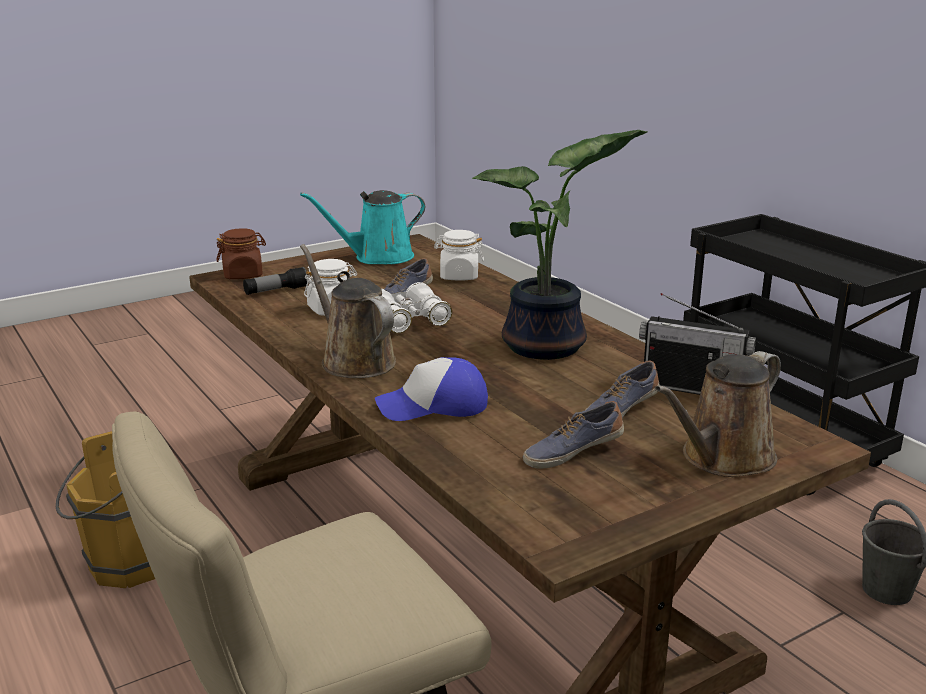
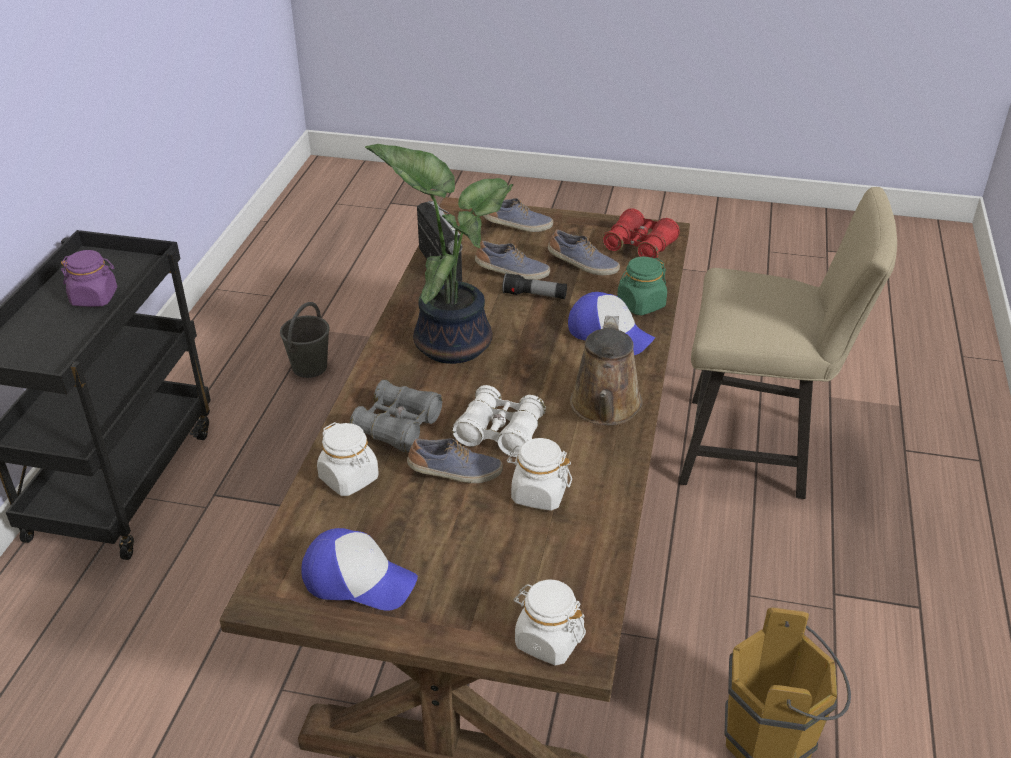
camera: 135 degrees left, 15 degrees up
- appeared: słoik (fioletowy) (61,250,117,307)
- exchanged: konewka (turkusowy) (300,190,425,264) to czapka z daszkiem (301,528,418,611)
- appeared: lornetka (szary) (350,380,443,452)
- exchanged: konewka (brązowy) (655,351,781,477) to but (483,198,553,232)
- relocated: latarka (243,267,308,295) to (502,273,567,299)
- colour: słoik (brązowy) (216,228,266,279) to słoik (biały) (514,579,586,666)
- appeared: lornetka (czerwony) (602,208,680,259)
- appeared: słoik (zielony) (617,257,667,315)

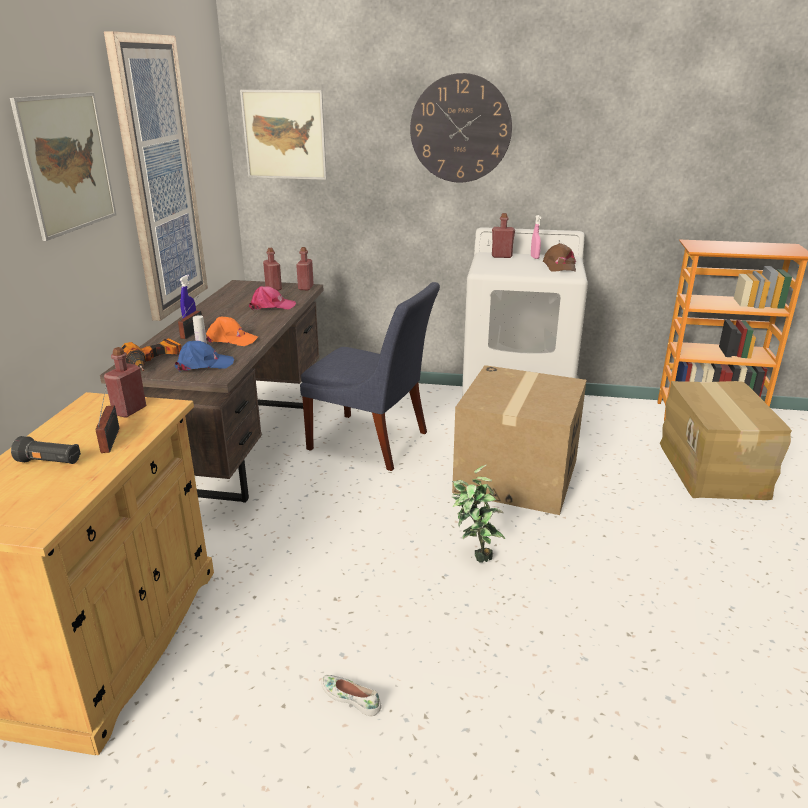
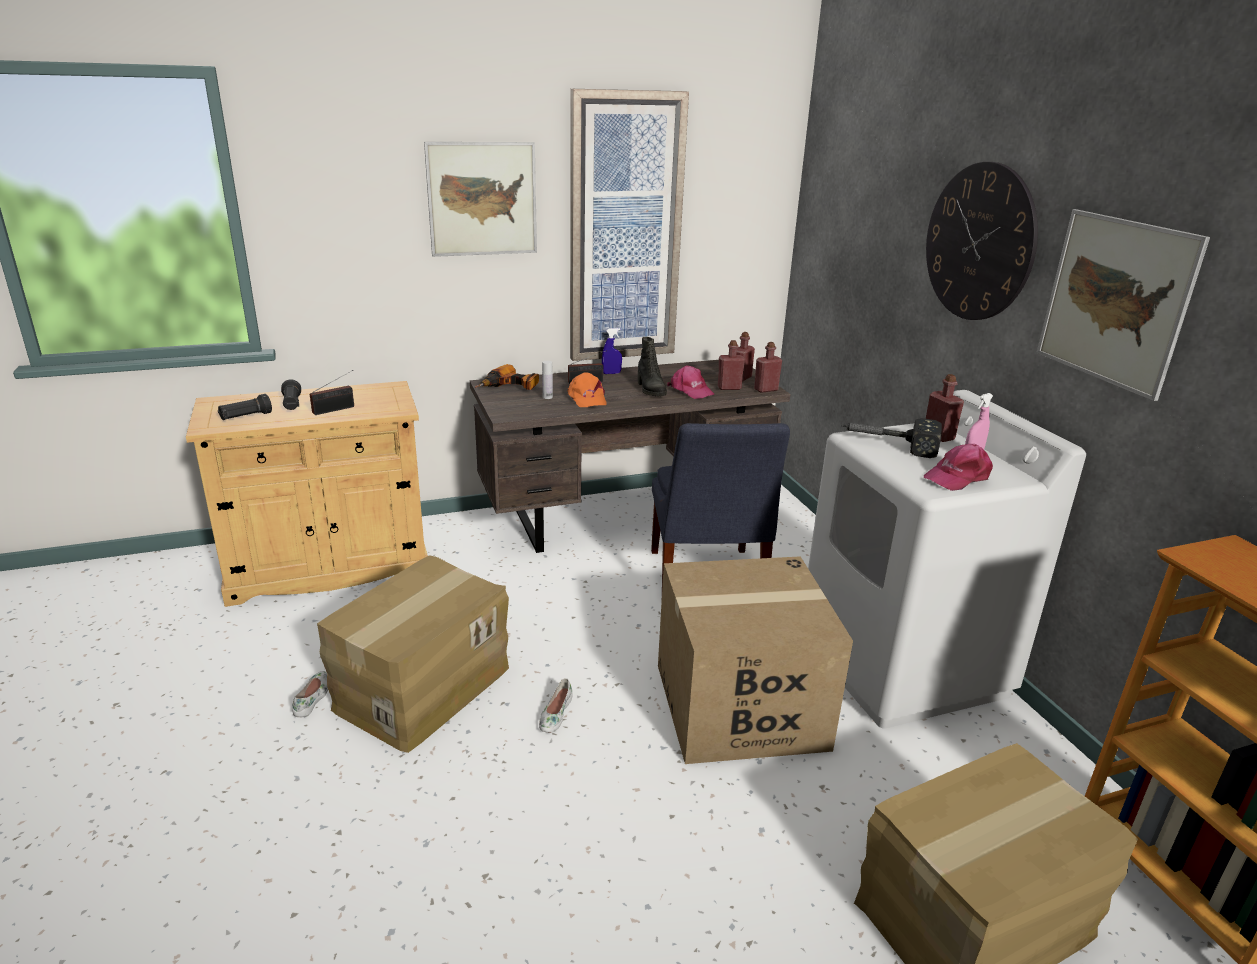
camera: 60 degrees right, 0 degrees up
- appeared: latarka (czarny) (218,394,272,420)
- appeared: karton (317,555,509,753)
- exchanged: roślina doniczkowa (452,464,505,563) to but (biały) (539,678,573,733)
- appeared: but z cholewką (czarny) (638,337,667,396)
- relocated: butelka (czerwony) (104,347,146,418) to (718,340,745,390)
- appeared: młotek (841,418,942,458)
- colour: czapka z daszkiem (brązowy) (543,243,576,271) to czapka z daszkiem (różowy) (924,444,993,491)
- relocated: obraz (240,90,327,180) to (1037,209,1210,401)
- missing: czapka z daszkiem (niebieski) (175,341,234,372)

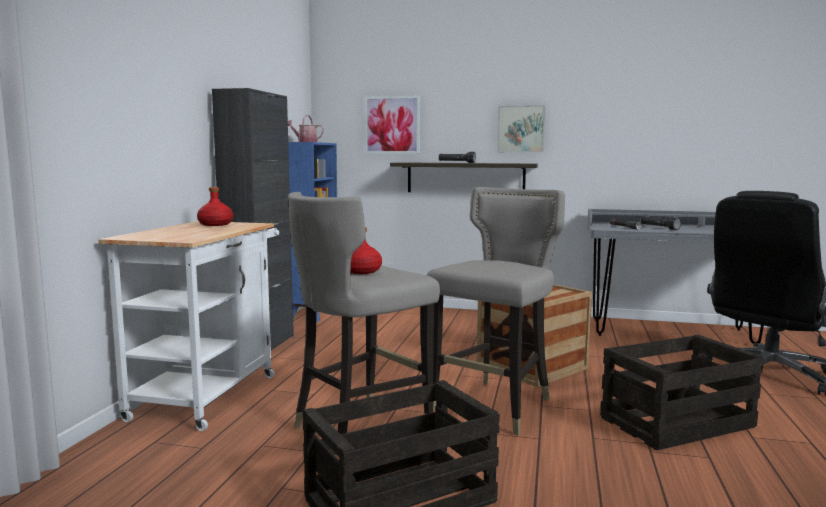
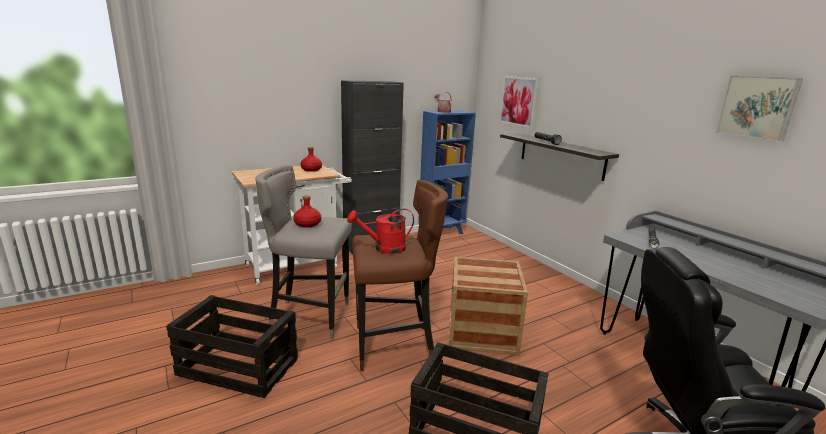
camera: 45 degrees right, 10 degrees up
- appeared: konewka (czerwony) (347,208,414,254)
- colour: stołek (szary) (427,187,565,435) to stołek (brązowy) (352,180,448,371)
- relocated: obraz (497,105,545,152) to (716,75,803,142)
- missing: latarka (czarny) (640,217,681,230)

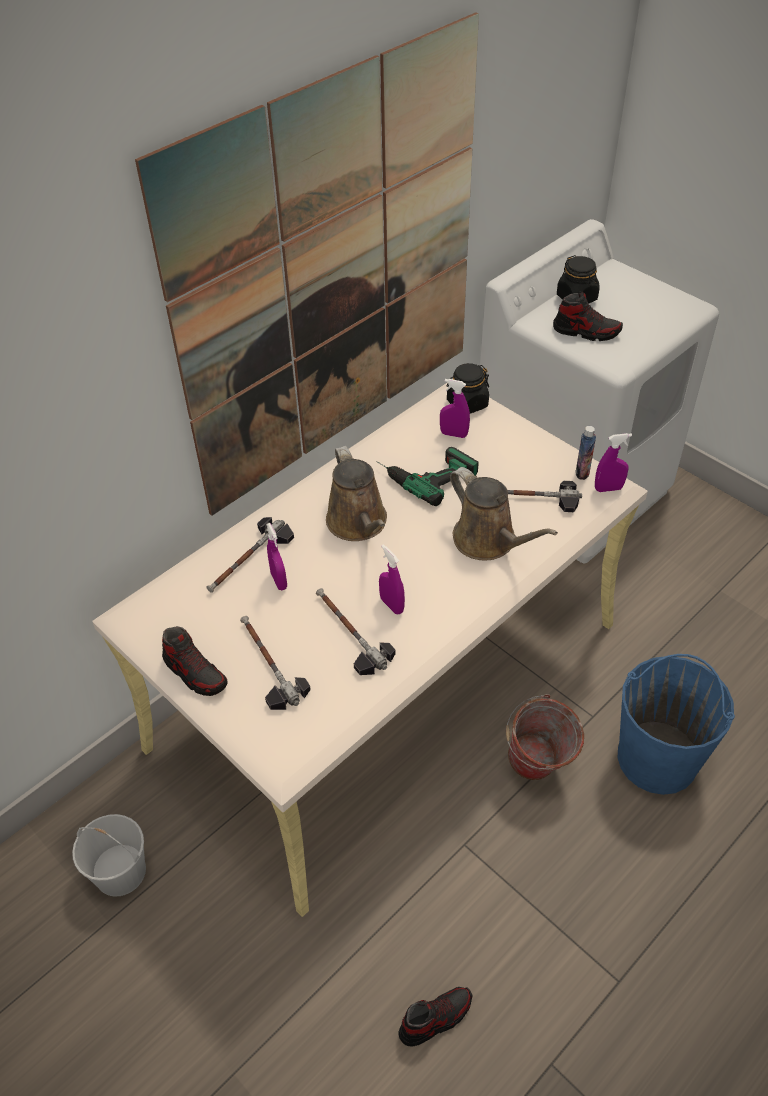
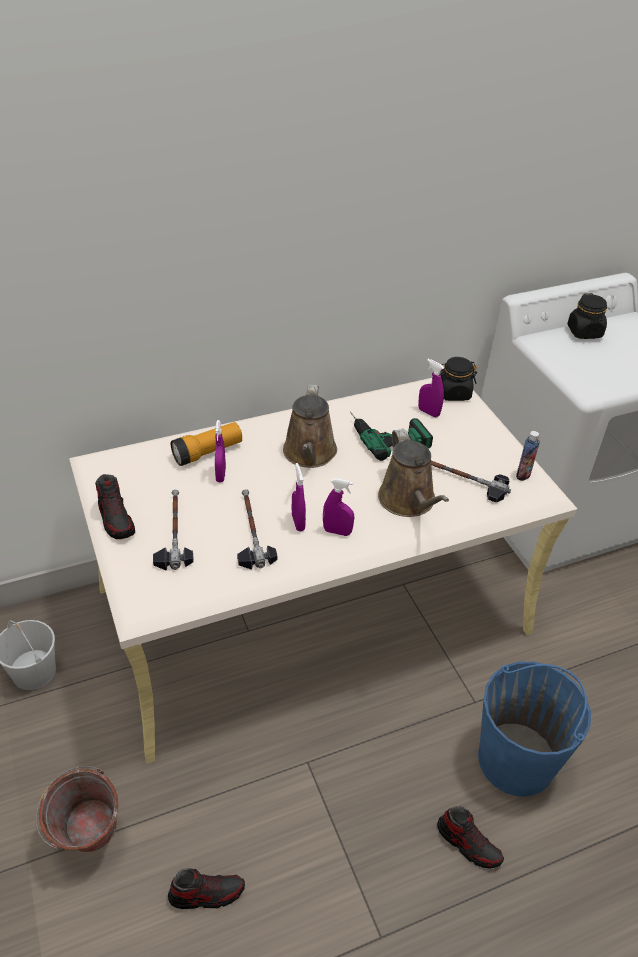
camera: 20 degrees right, 5 degrees down
- relocated: wiadro (506,694,584,780) to (36,766,118,852)
- exchanged: młotek (207,517,294,593) to latarka (171,422,242,466)
- relocated: spryskiwacz (fioletowy) (595,433,632,492) to (323,478,354,536)
- relocated: but (553,291,623,341) to (437,806,504,869)
- missing: obraz (135,12,479,516)

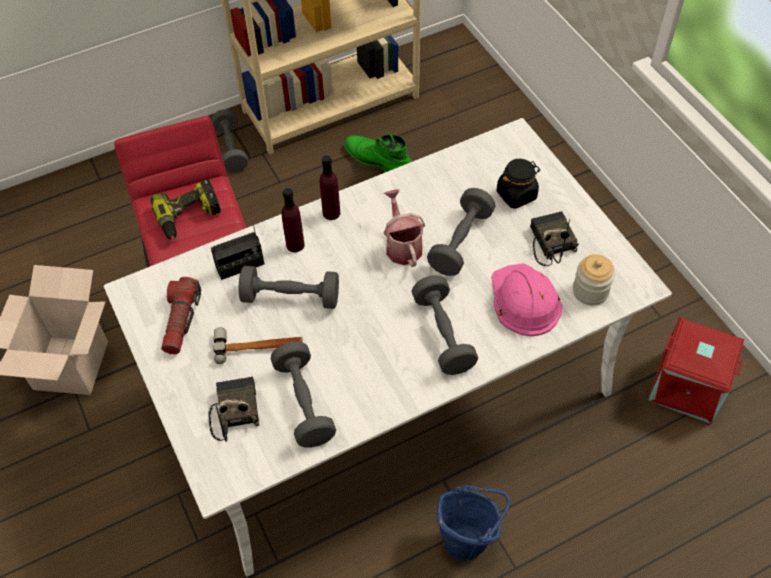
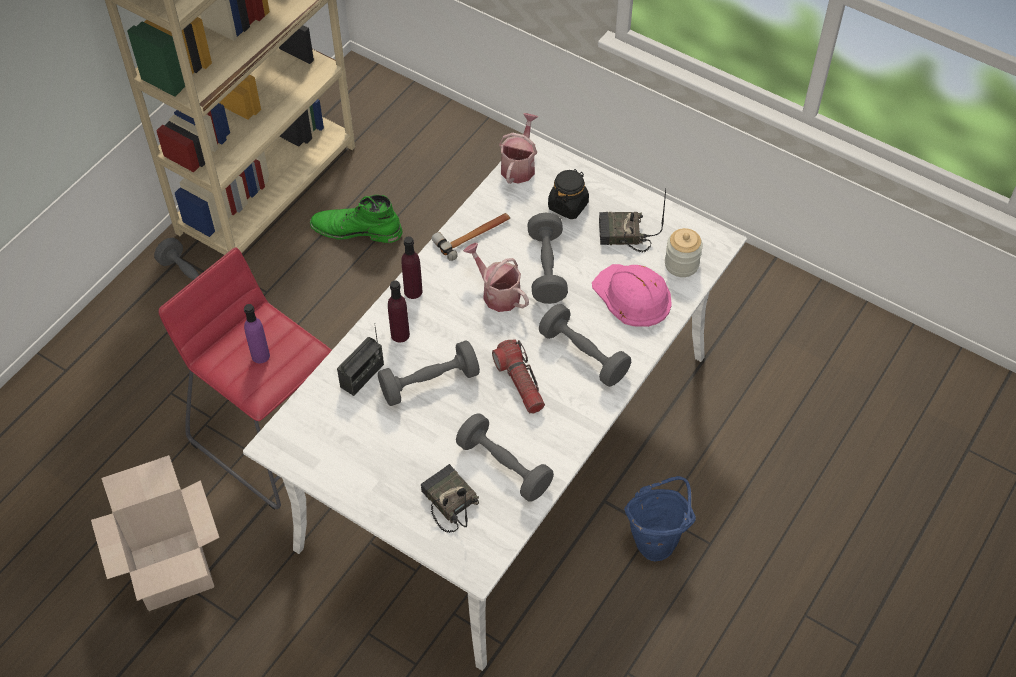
camera: 30 degrees left, 0 degrees up
- exchanged: wiertarka (150,179,221,239) to butelka (fioletowy) (244,304,270,364)
- relocated: młotek (214,328,303,364) to (431,213,510,261)
- relocated: latarka (161,277,201,354) to (492,340,545,414)
- appeared: konewka (499,113,538,184)
- spun: radio (530,211,579,266) = (599,188,666,252) 45 degrees counterclockwise
- missing: pojemnik do przechowywania (czerwony) (648,317,744,424)

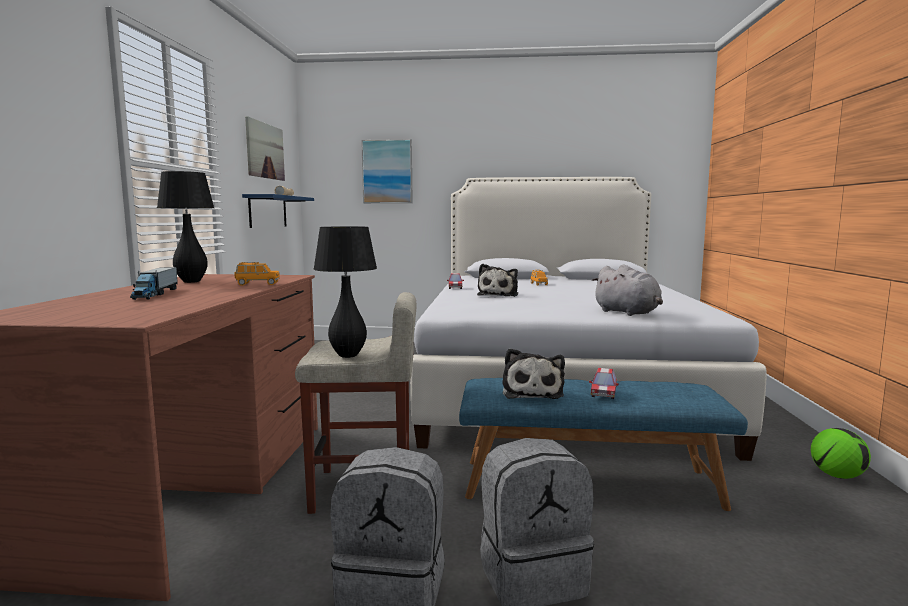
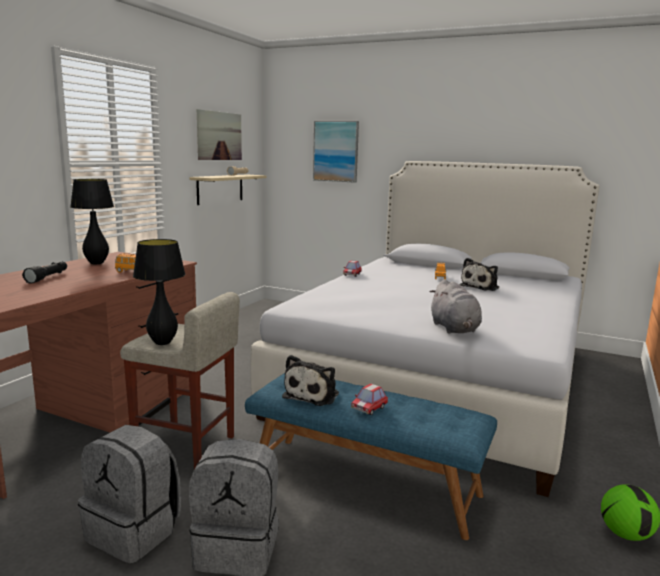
camera: 20 degrees right, 5 degrees up
- exchanged: ciężarówka zabawkowa (130,267,178,300) to latarka (czarny) (22,262,67,284)
- colour: półka (niebieski) (242,194,314,228) to półka (beżowy) (189,174,267,205)
- relocated: pluszak (477,264,518,297) to (460,258,499,291)

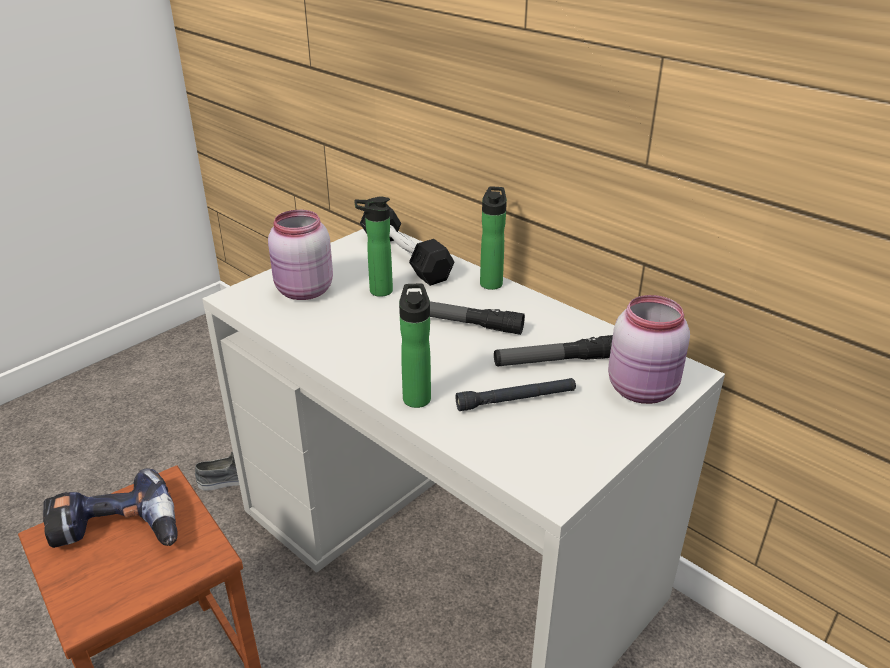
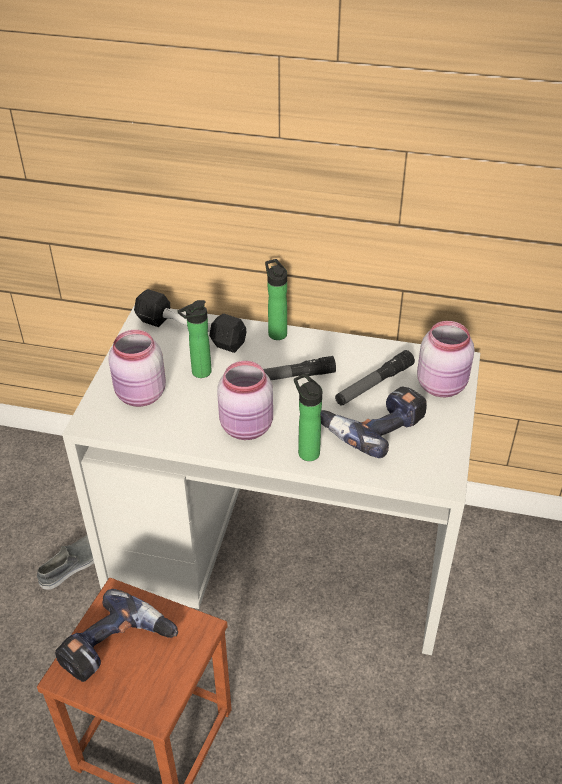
camera: 30 degrees left, 10 degrees up
- appeared: słoik (różowy) (217,361,273,440)
- exchanged: latarka (czarny) (456,378,576,411) to wiertarka (320,387,427,458)

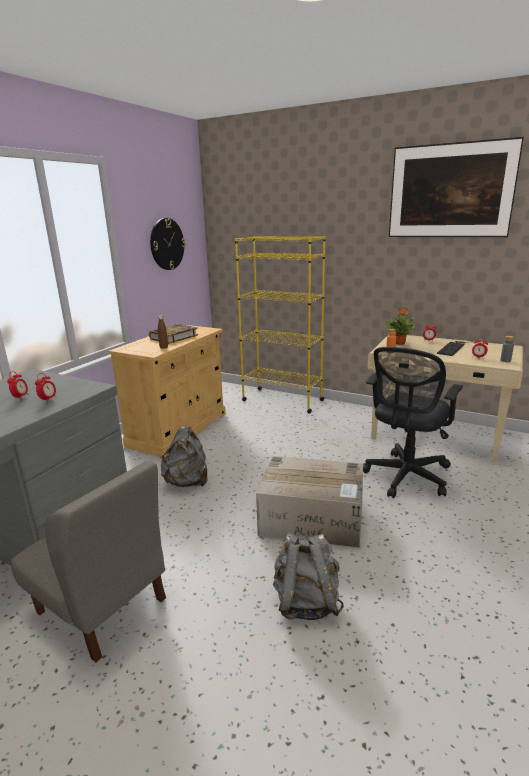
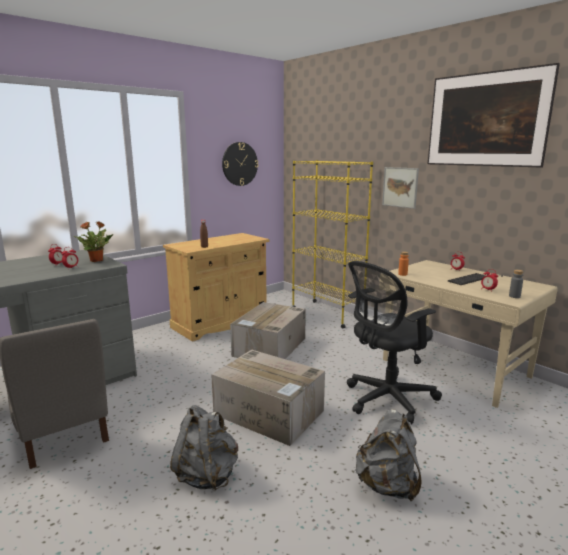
camera: 20 degrees right, 5 degrees down
- relocated: roślina doniczkowa (386,308,416,345) to (73,221,114,262)
- appeared: karton (230,302,306,359)
- relocated: plecak (szary) (160,427,208,487) to (355,409,422,501)
- appeared: obraz (382,167,419,209)
- missing: książka (149,324,198,344)

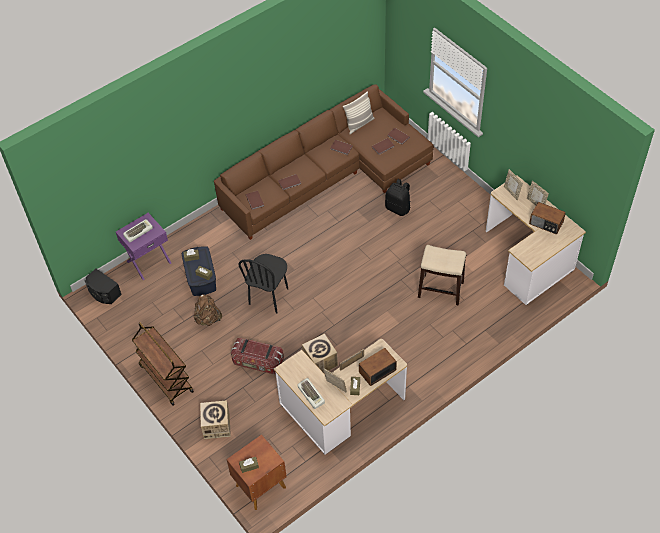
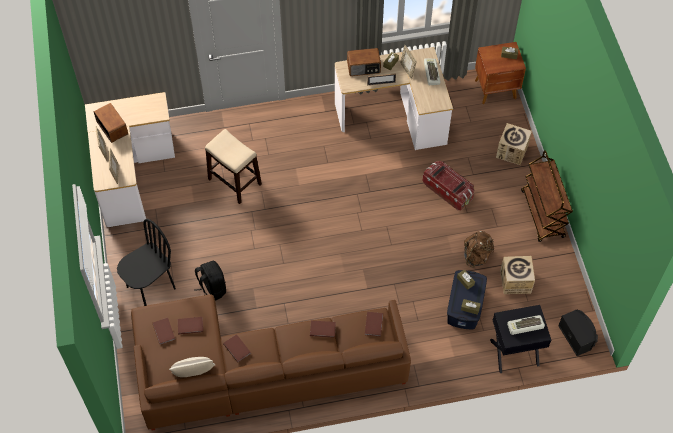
camera: 155 degrees left, 5 degrees up
- relocated: krzesło (czarny) (239,254,288,313) to (117,219,176,306)
- colour: szafka nocna (fioletowy) (116,213,171,281) to szafka nocna (czarny) (490,305,551,373)
- relocated: karton (302,334,338,373) to (500,256,535,294)

